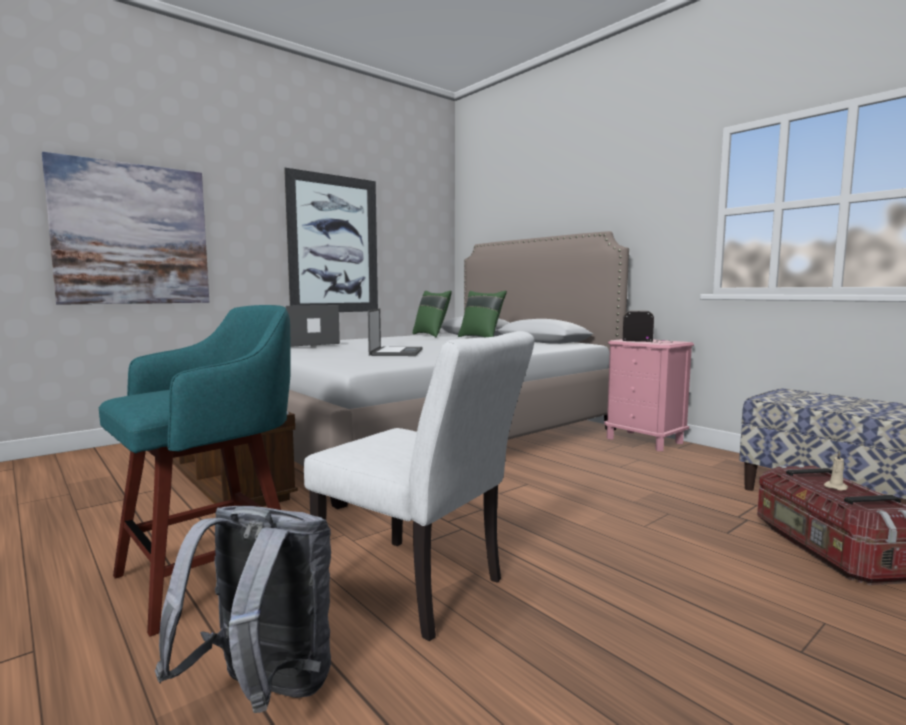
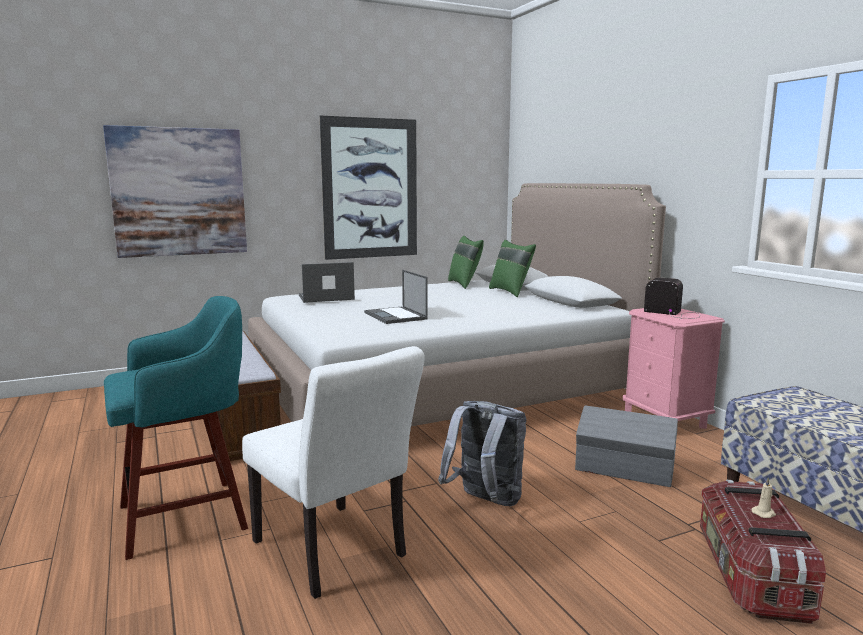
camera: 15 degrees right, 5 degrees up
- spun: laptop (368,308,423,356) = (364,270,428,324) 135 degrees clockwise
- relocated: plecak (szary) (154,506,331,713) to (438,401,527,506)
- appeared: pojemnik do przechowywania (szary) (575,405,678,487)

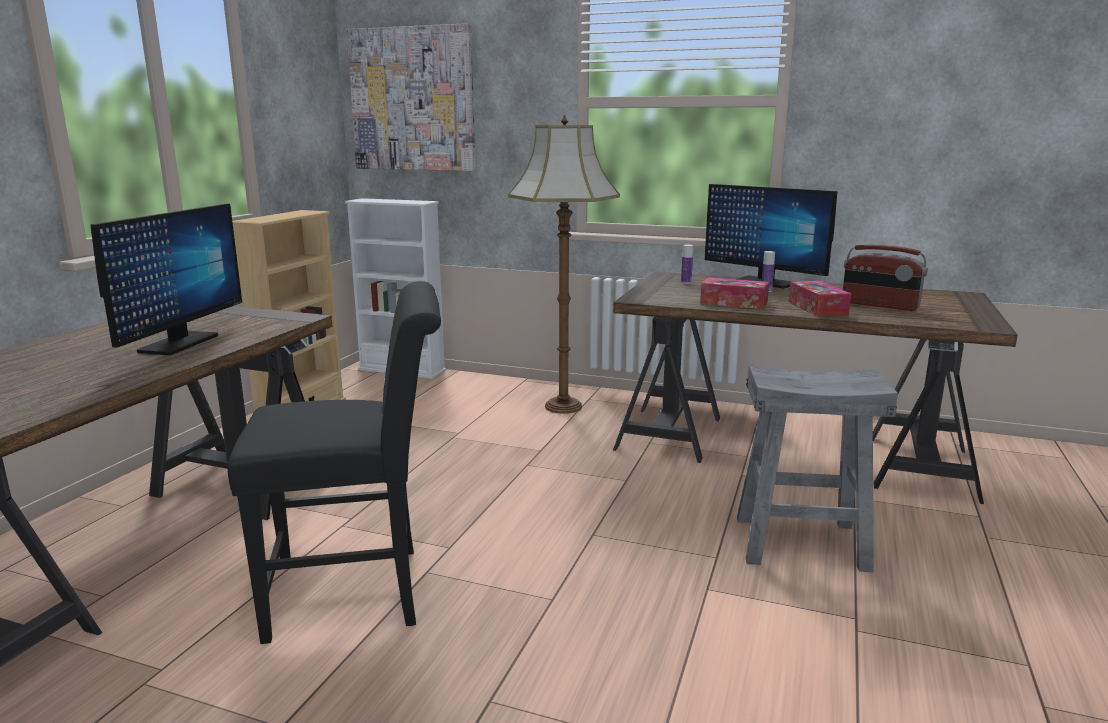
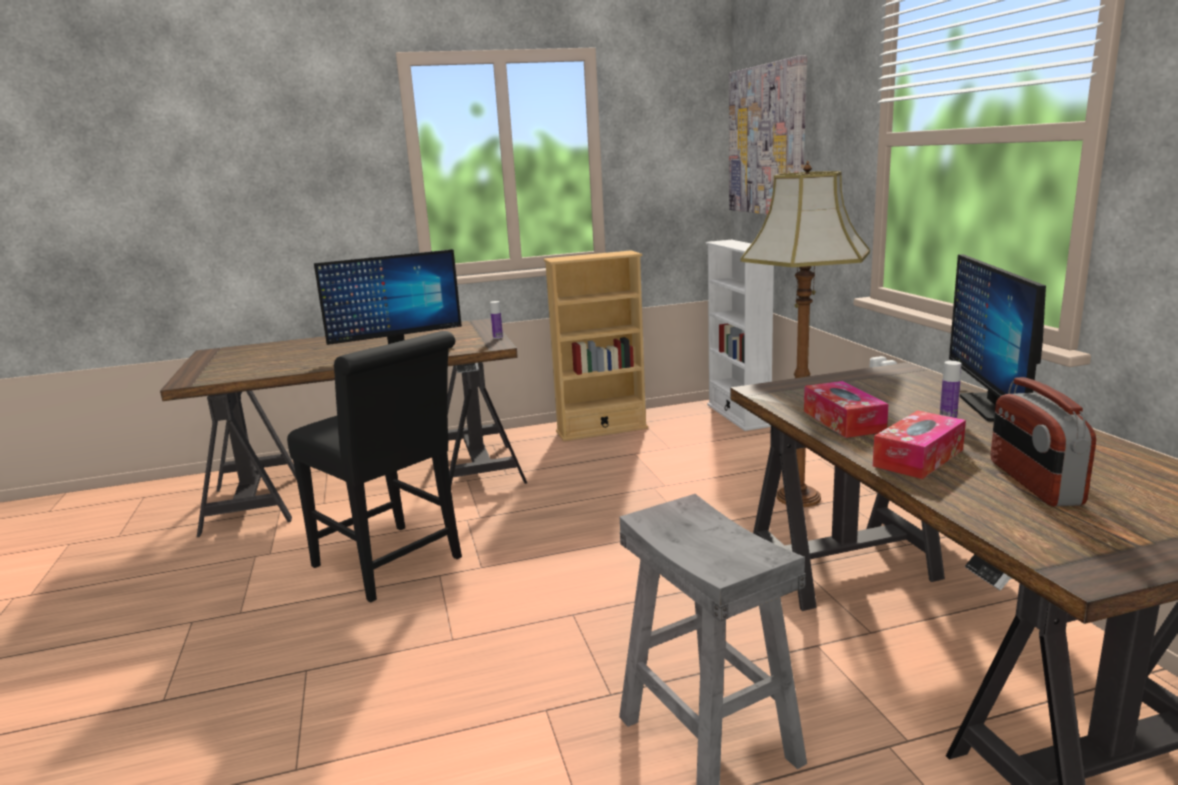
camera: 55 degrees right, 0 degrees up
- relocated: butelka (681,245,693,284) to (490,301,503,339)

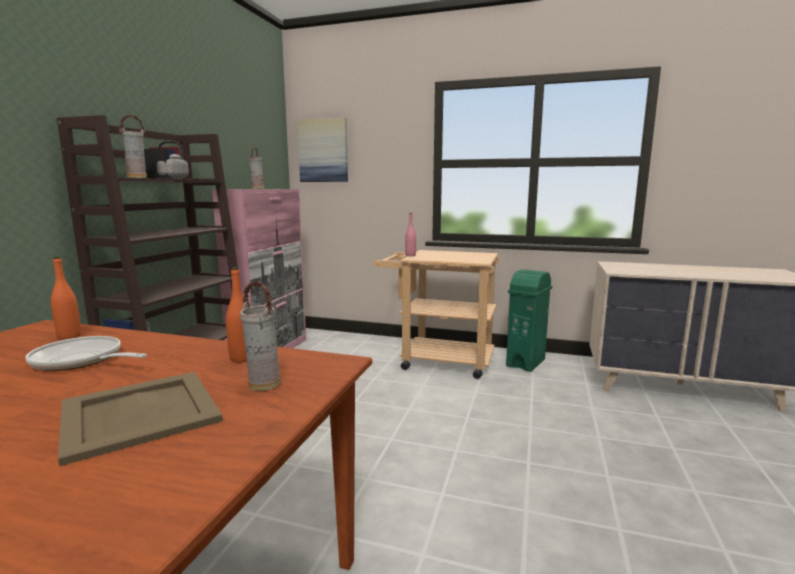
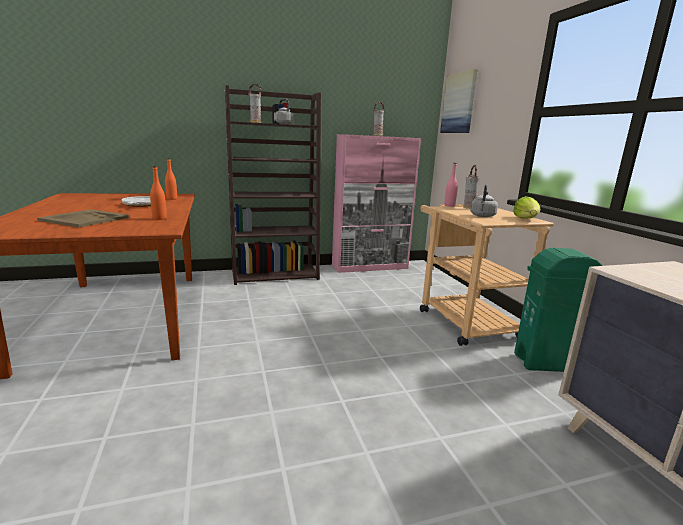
camera: 55 degrees right, 5 degrees up
- relocated: wazon (240,281,281,391) to (463,165,480,209)
- appeared: czajnik (szary) (470,184,498,217)
- appeared: sałata (513,196,540,219)

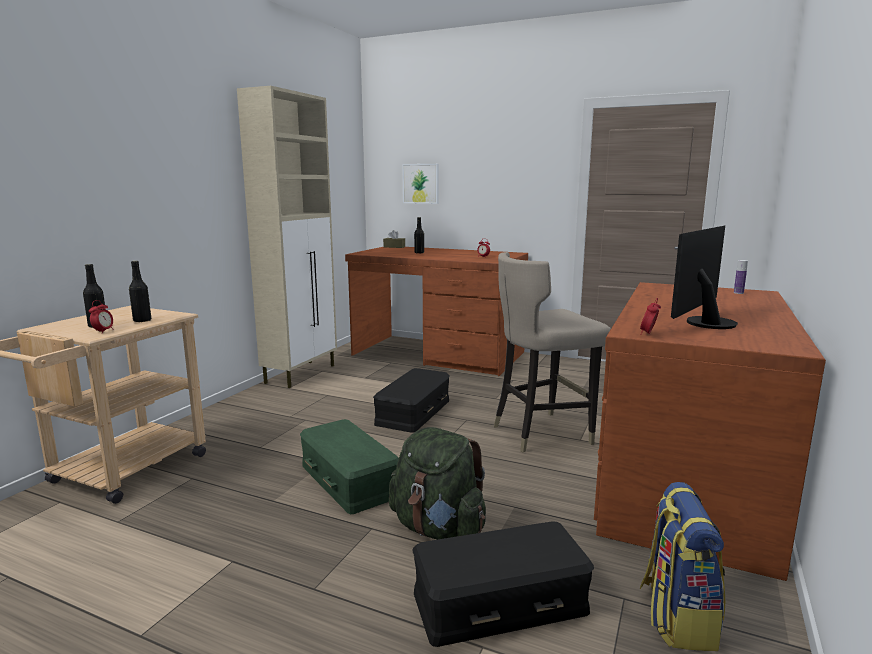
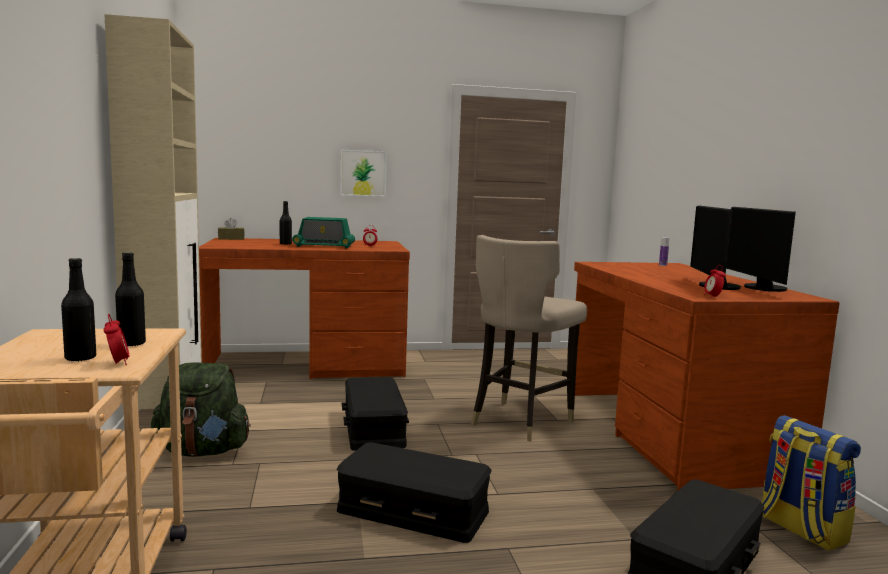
camera: 35 degrees left, 5 degrees down
- relocated: plecak (zielony) (389,427,486,540) to (151,362,251,457)
- appeared: radio (292,217,355,249)
- colour: pojemnik do przechowywania (zielony) (300,419,399,514) to pojemnik do przechowywania (czarny) (337,442,492,543)
- relocated: obraz (402,164,438,204) to (340,150,387,197)
- appeared: monitor (726,207,796,292)

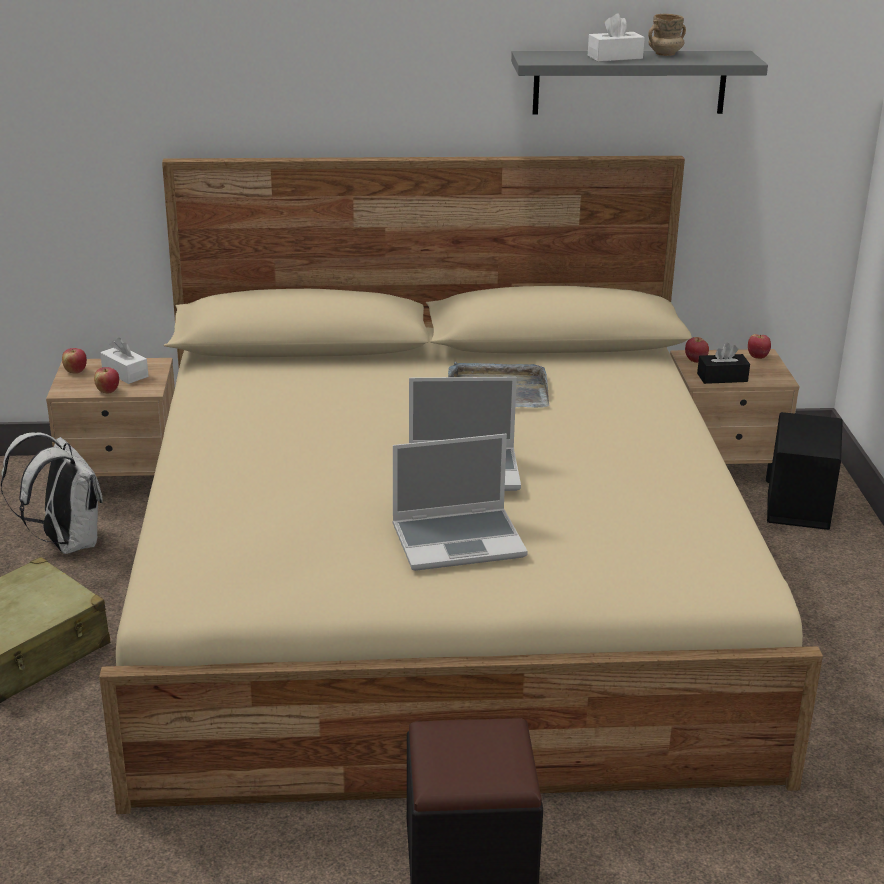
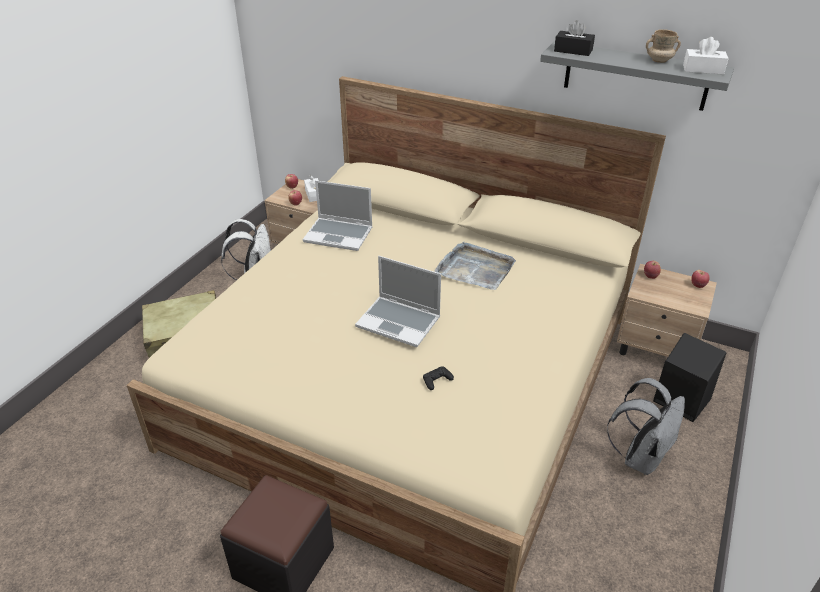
camera: 30 degrees right, 10 degrees up
- relocated: laptop (392,434,528,571) to (303,180,373,251)
- appeared: pad do gier (czarny) (423,366,454,390)
- relocated: pudełko chusteczek (czarny) (697,343,750,384) to (554,20,595,56)
- appeared: plecak (szary) (607,378,685,475)
- relocated: pudełko chusteczek (biały) (588,14,645,62) to (683,37,729,75)

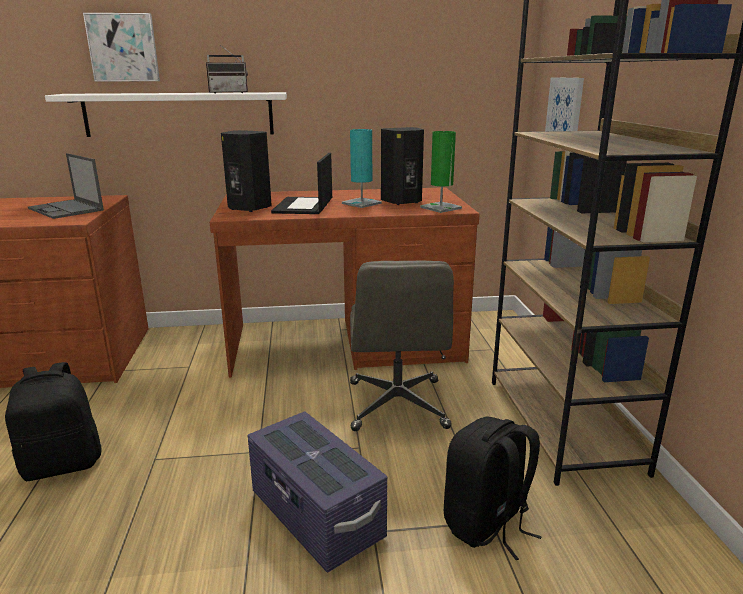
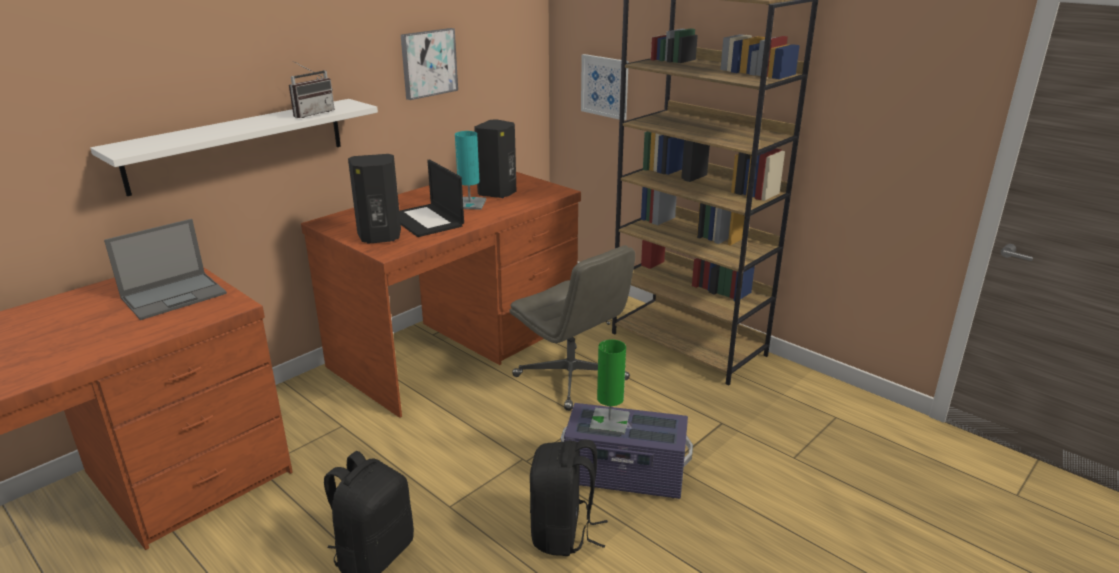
camera: 40 degrees left, 5 degrees up
- spun: laptop (28,153,104,219) = (104,219,227,320) 45 degrees counterclockwise
- relocated: obraz (83,13,160,82) to (401,28,458,100)
- relocated: plecak (czarny) (444,417,542,560) to (530,439,608,556)
- relocated: lampa stołowa (zielony) (420,131,462,213) to (589,339,629,435)

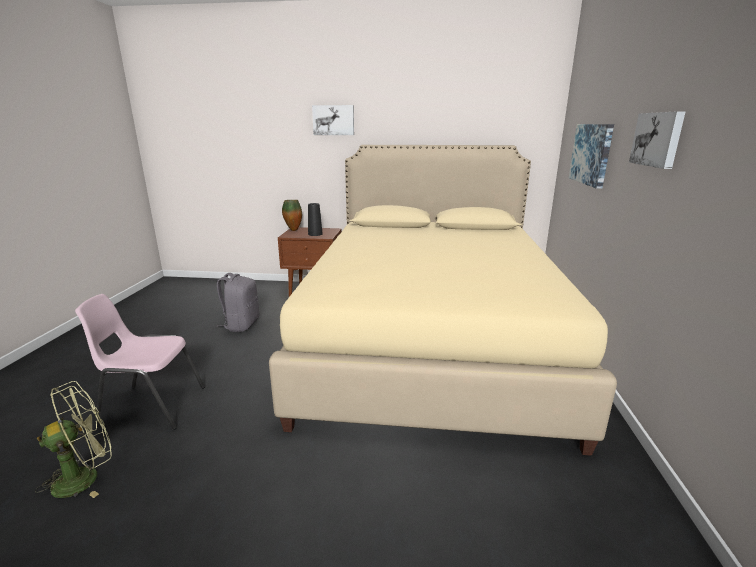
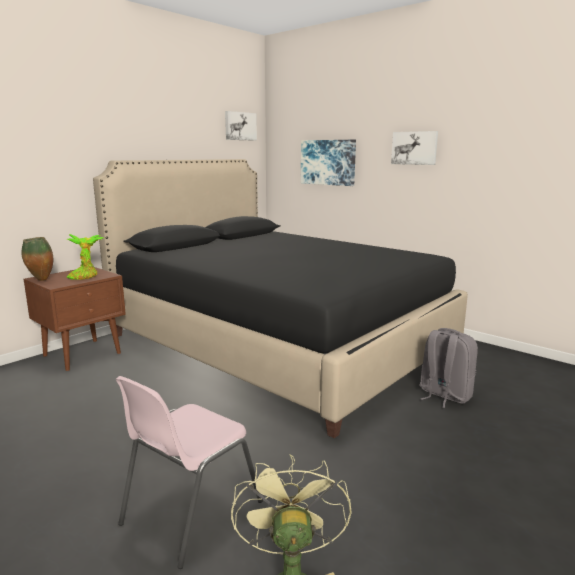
camera: 55 degrees left, 5 degrees down
- exchanged: wazon (czarny) (308,203,323,236) to roślina doniczkowa (67,234,104,280)
- colour: łóżko (beżowy) (269,145,617,456) to łóżko (czarny) (93,159,468,438)
- relocated: obraz (312,105,354,135) to (225,111,257,141)
- relocated: plecak (szary) (217,273,259,332) to (419,328,478,408)

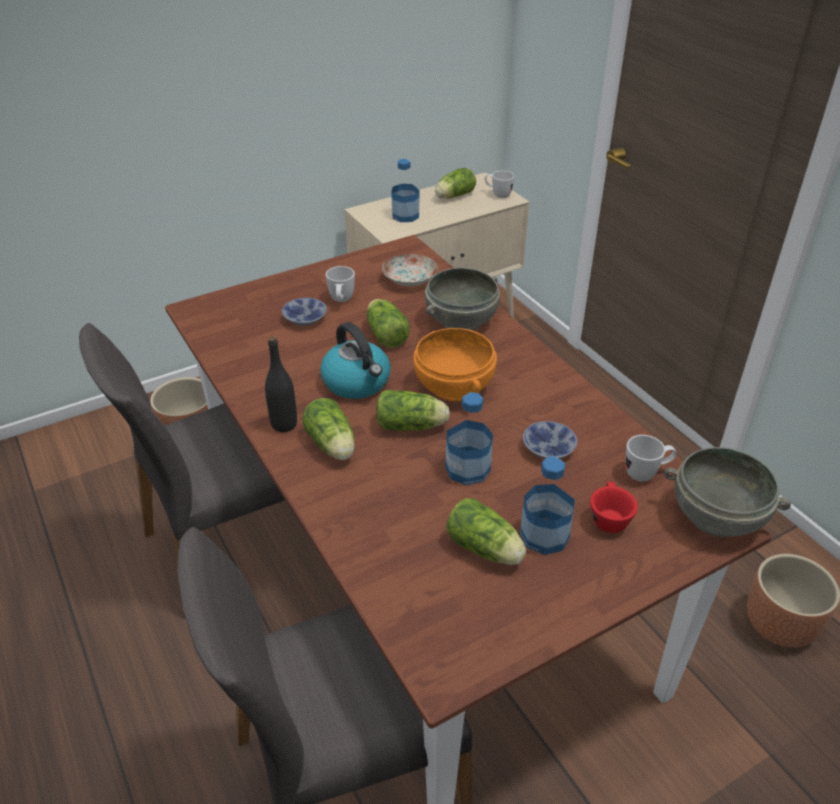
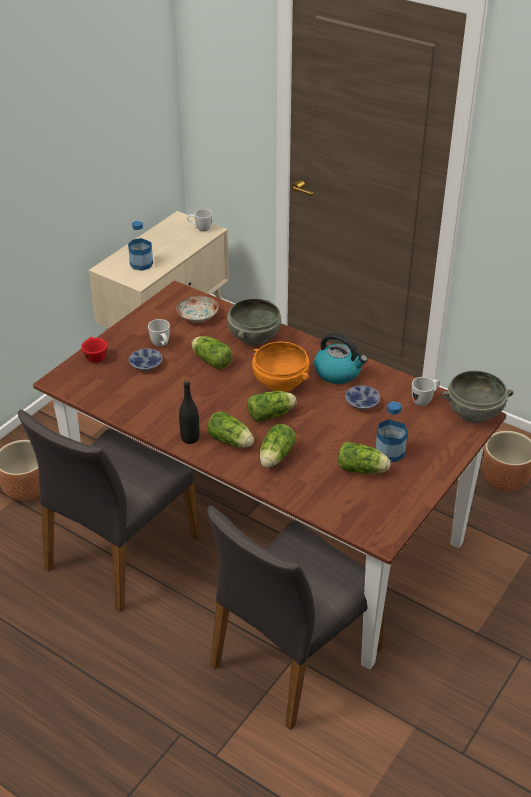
camera: 25 degrees left, 0 degrees up
- relocated: filiżanka (czerwony) (590,482,638,533) to (81,337,107,363)
- relocated: sałata (435,168,476,198) to (260,424,296,468)
- relocated: czajnik (320,322,391,399) to (314,333,368,384)
- missing: butelka (445,392,493,485)

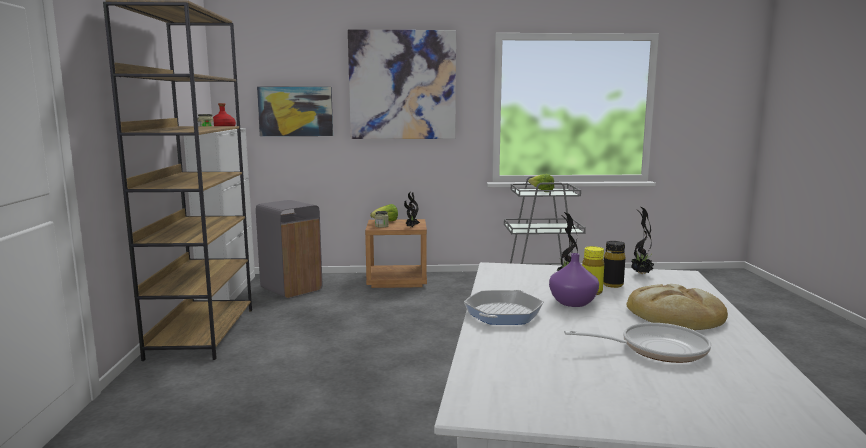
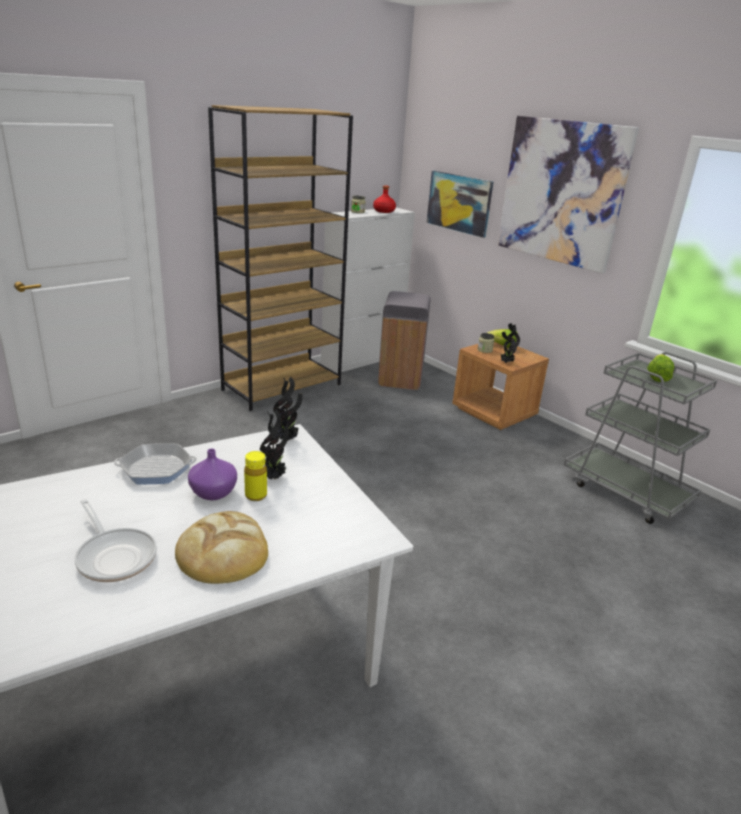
camera: 50 degrees right, 15 degrees up
- relocated: roślina doniczkowa (631,207,654,274) to (273,377,303,441)
- missing: butelka (czarny) (603,241,625,288)

